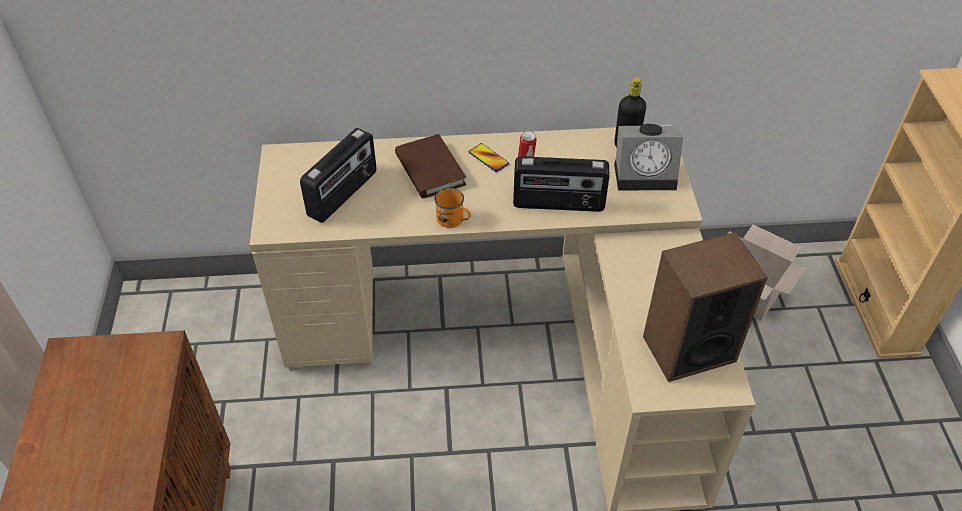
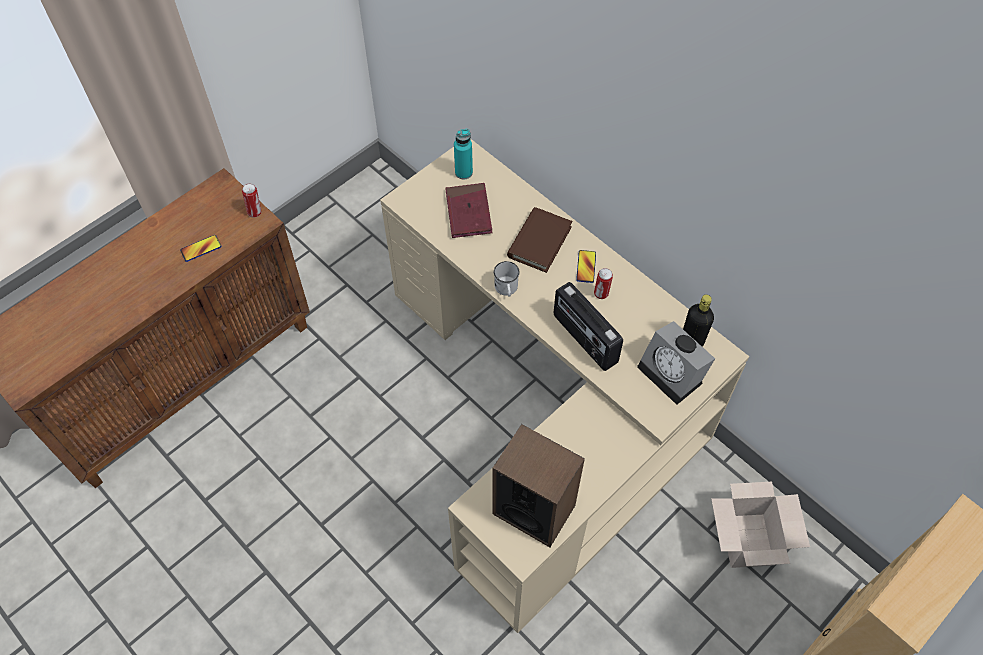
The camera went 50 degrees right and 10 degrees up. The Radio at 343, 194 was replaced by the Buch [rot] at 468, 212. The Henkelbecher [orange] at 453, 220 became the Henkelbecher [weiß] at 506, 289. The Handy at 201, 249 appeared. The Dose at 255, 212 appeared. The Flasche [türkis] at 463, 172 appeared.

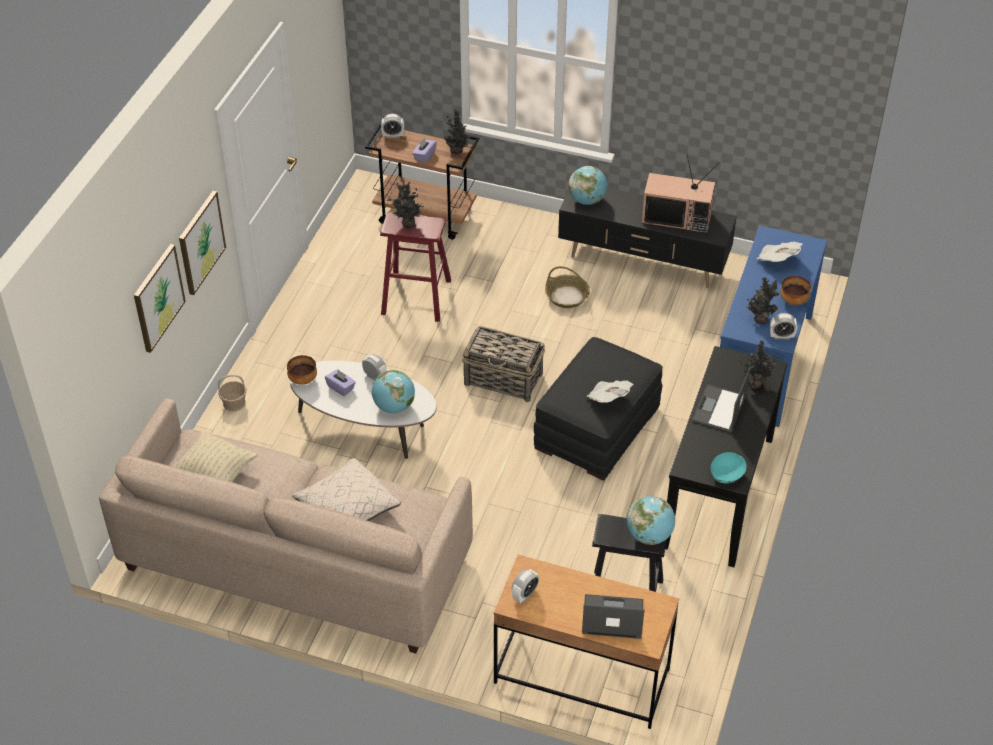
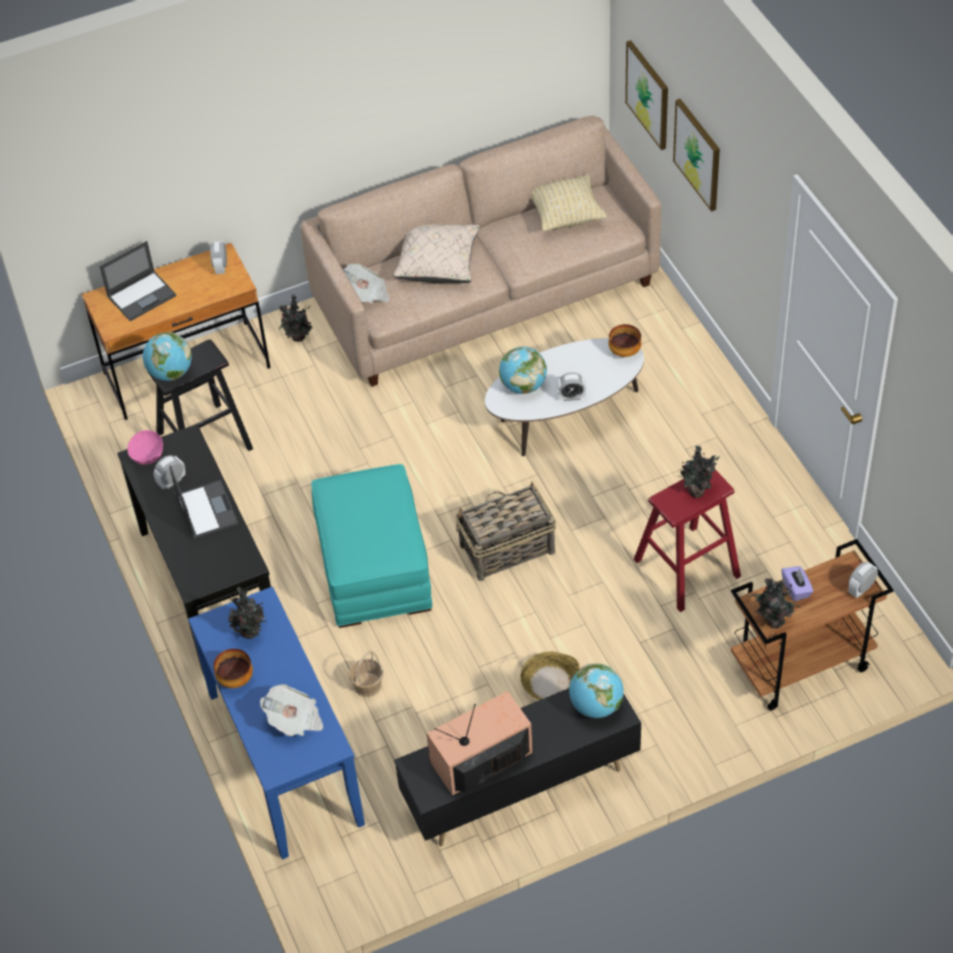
The camera went 140 degrees right and 5 degrees up. The Bild moved from 201, 242 to 648, 94. The Korb moved from 234, 403 to 367, 685. The Taschentuchbox [lila] at 341, 388 disappeared. The Polsterhocker [schwarz] at 597, 428 became the Polsterhocker [türkis] at 373, 566. The Zeitung moved from 609, 398 to 366, 294. The Schüssel [türkis] at 727, 476 became the Schüssel [rosa] at 147, 455. The Topfpflanze moved from 756, 383 to 298, 338. The Wecker moved from 781, 336 to 172, 482.

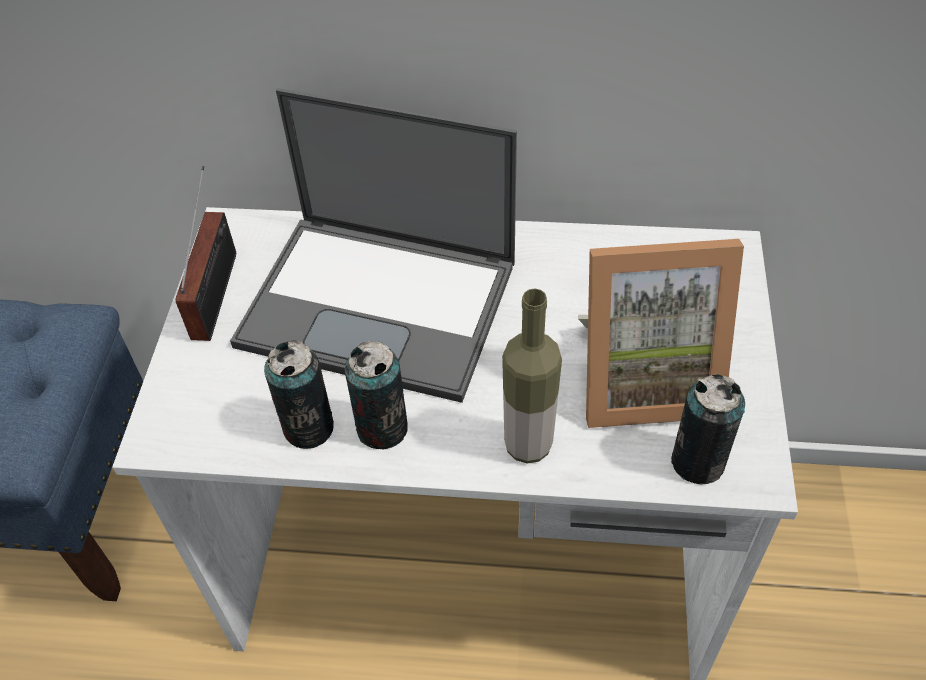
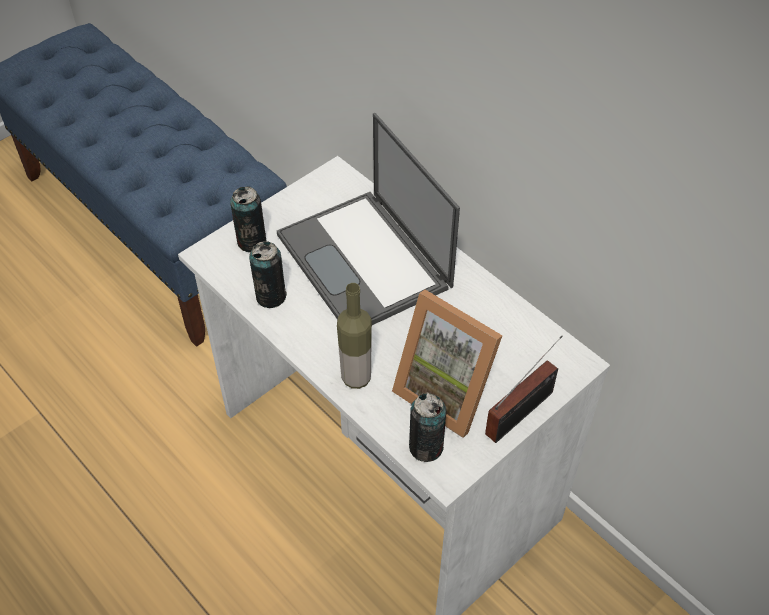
The camera went 40 degrees right and 0 degrees up. The Radio moved from 217, 290 to 523, 411. The Dose moved from 382, 428 to 251, 242.

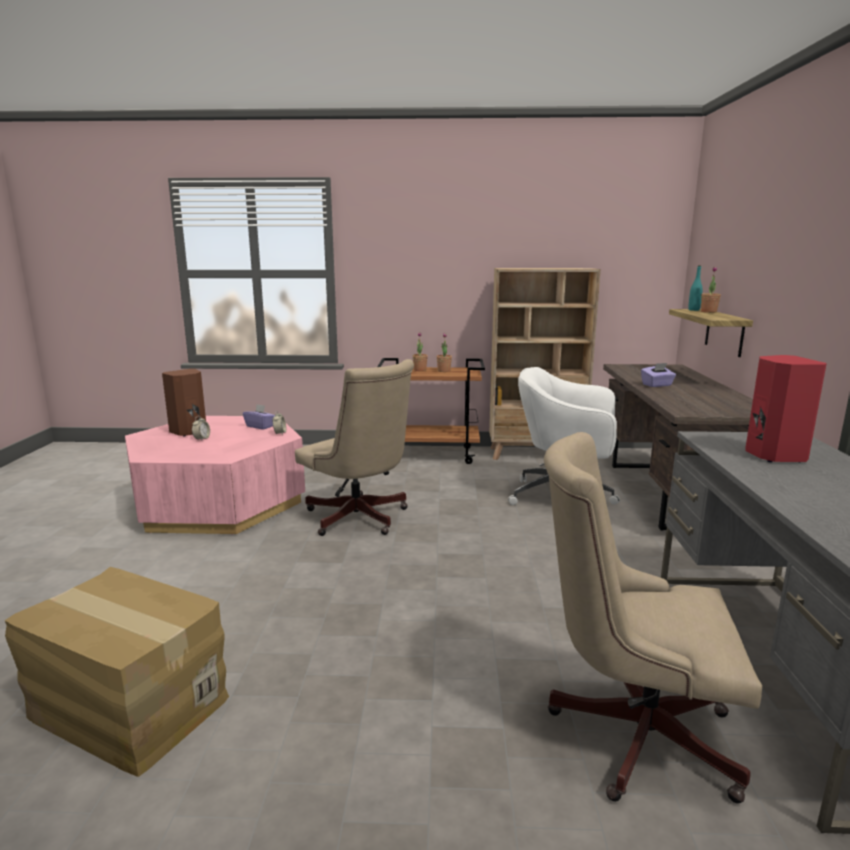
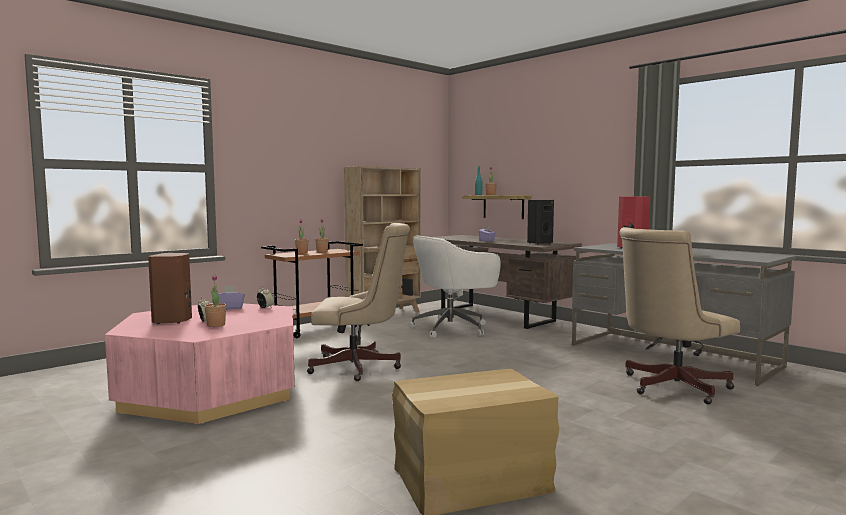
The camera went 45 degrees left and 10 degrees down. The Topfpflanze at 216, 325 appeared. The Lautsprecher [schwarz] at 539, 243 appeared.

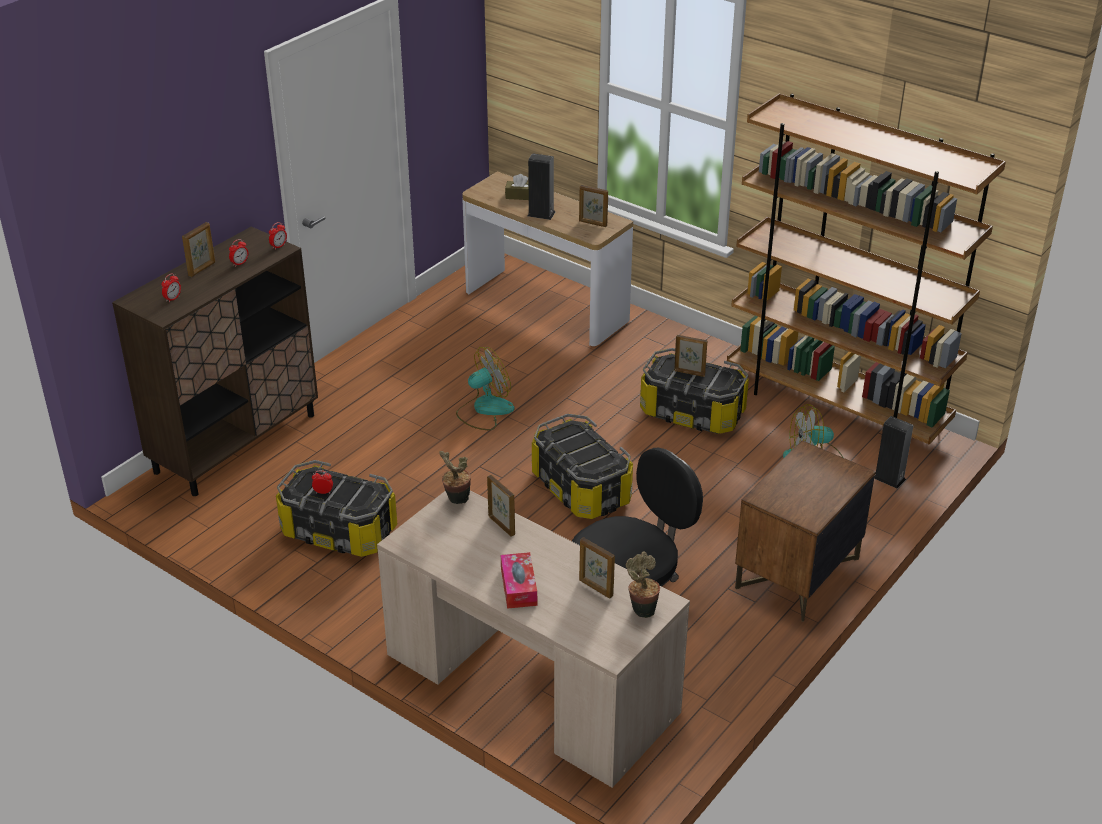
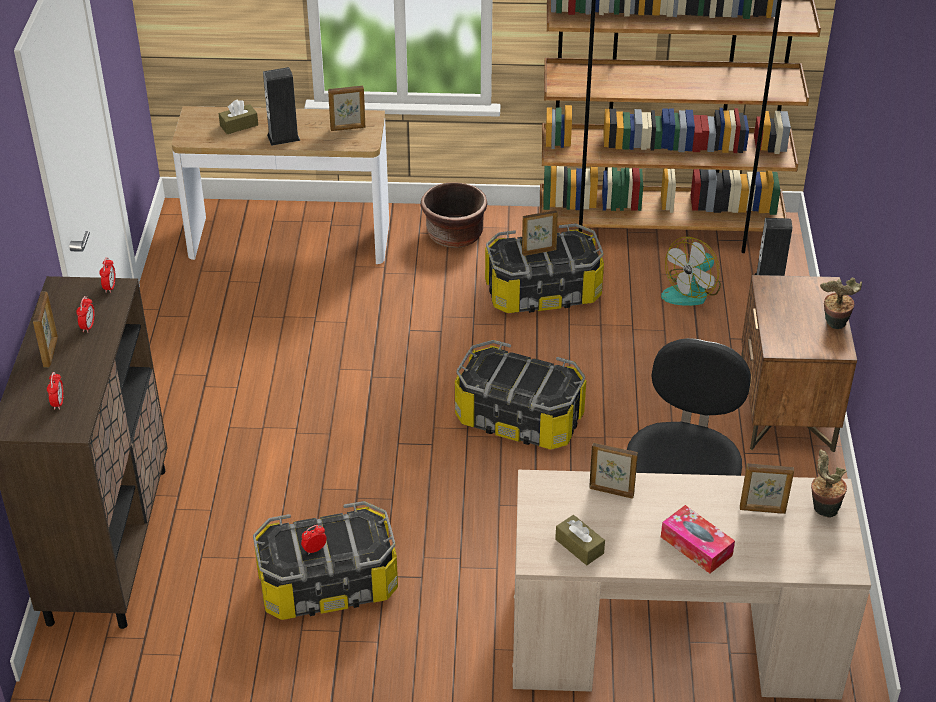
The camera went 35 degrees left and 5 degrees up. The Topfpflanze moved from 456, 499 to 834, 325. The Ventilator at 484, 410 disappeared. The Pflanzkübel [braun] at 454, 235 appeared. The Taschentuchbox [braun] at 579, 546 appeared.

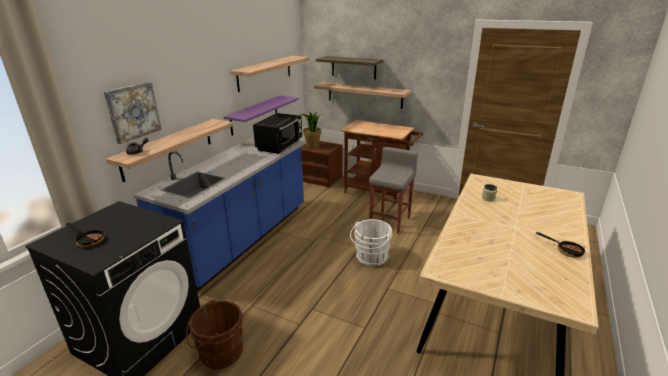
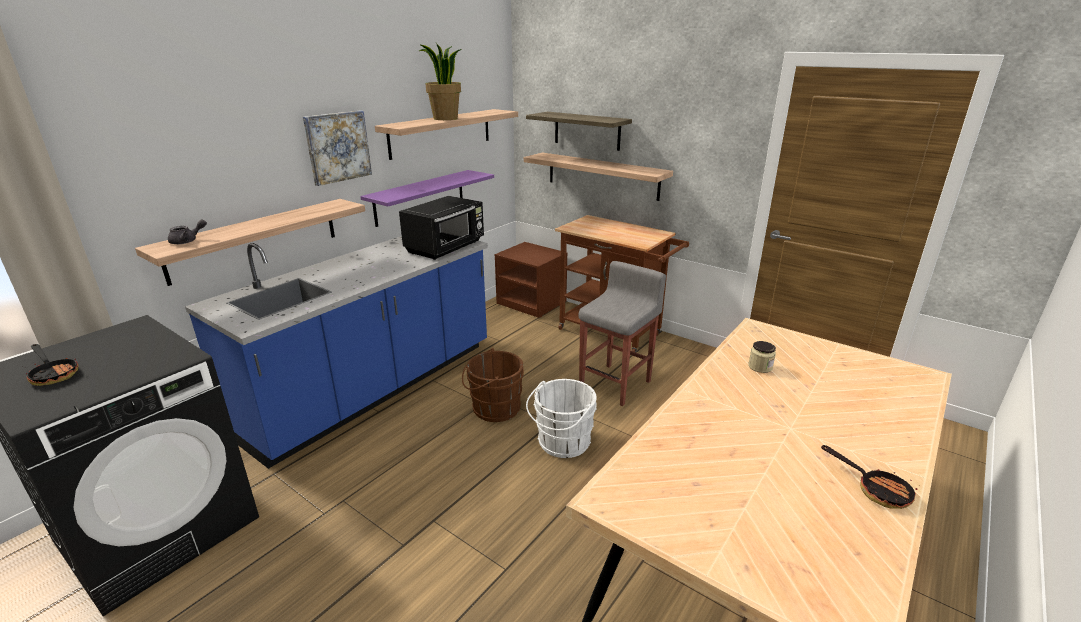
The camera went 10 degrees right and 0 degrees up. The Bild moved from 133, 111 to 337, 147. The Eimer [braun] moved from 218, 353 to 493, 408. The Topfpflanze moved from 312, 146 to 445, 118.

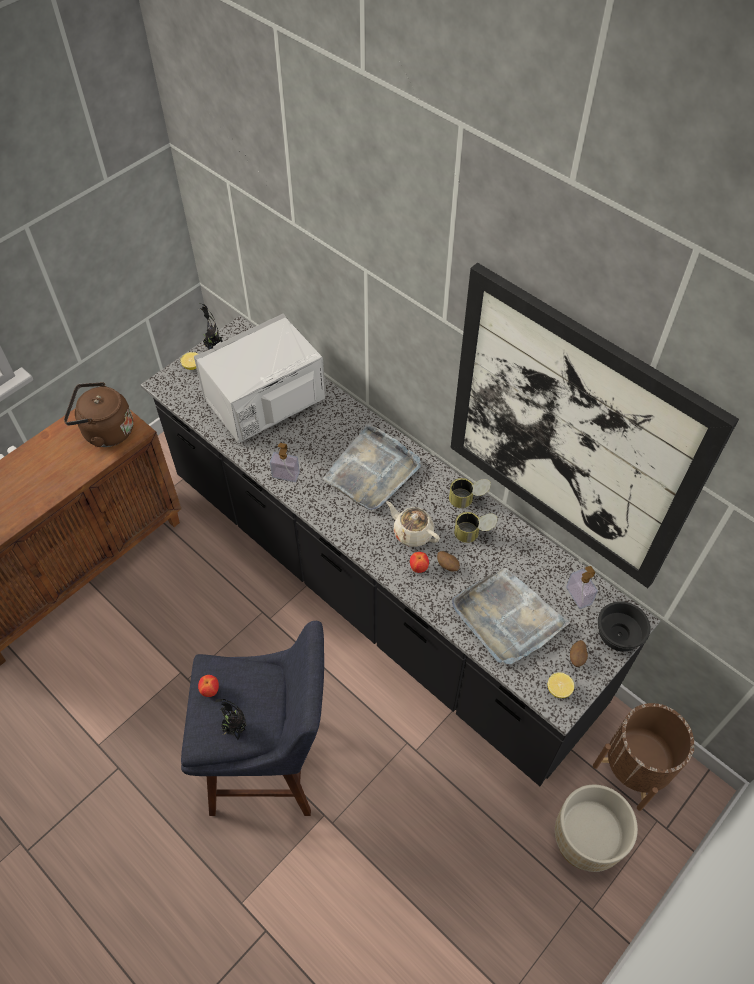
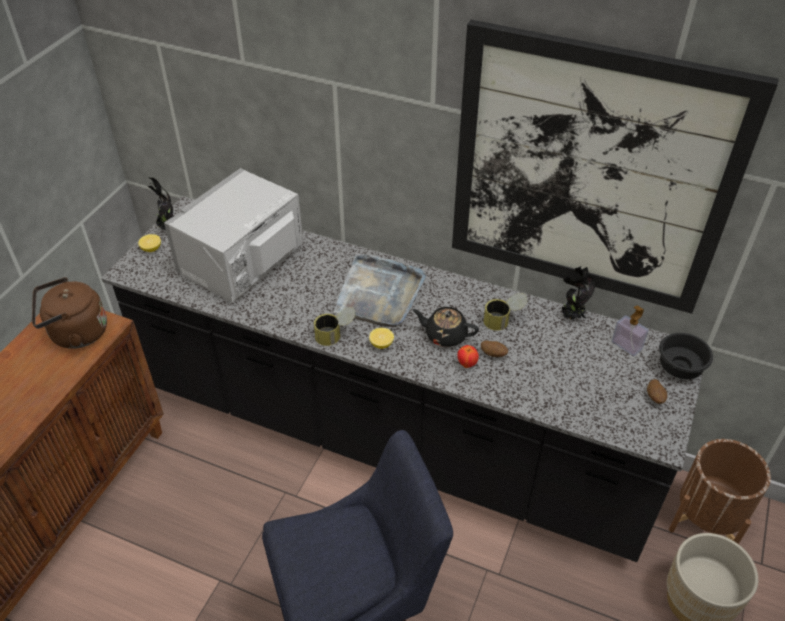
The camera went 20 degrees left and 10 degrees down. The Apfel at 210, 690 disappeared. The Topfpflanze moved from 234, 728 to 571, 317. The Seifenspender at 286, 475 disappeared. The Teekanne [beige] at 412, 532 became the Teekanne [schwarz] at 445, 335. The Dose moved from 468, 499 to 335, 335. The Tablett [grau] at 507, 618 disappeared. The Zitrone moved from 558, 689 to 381, 344.

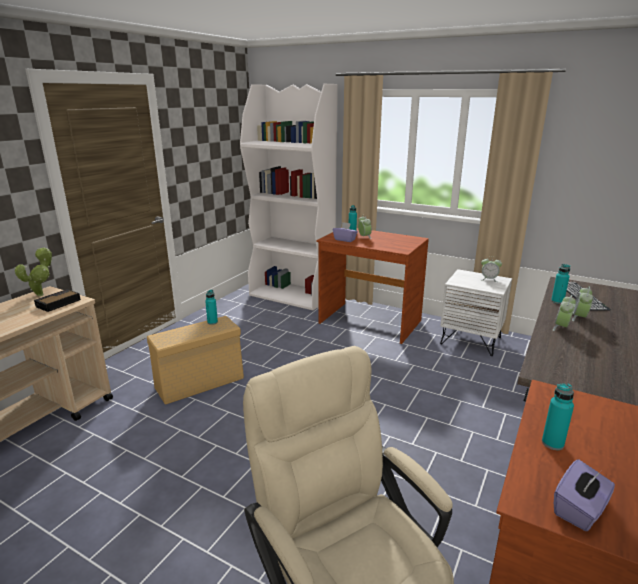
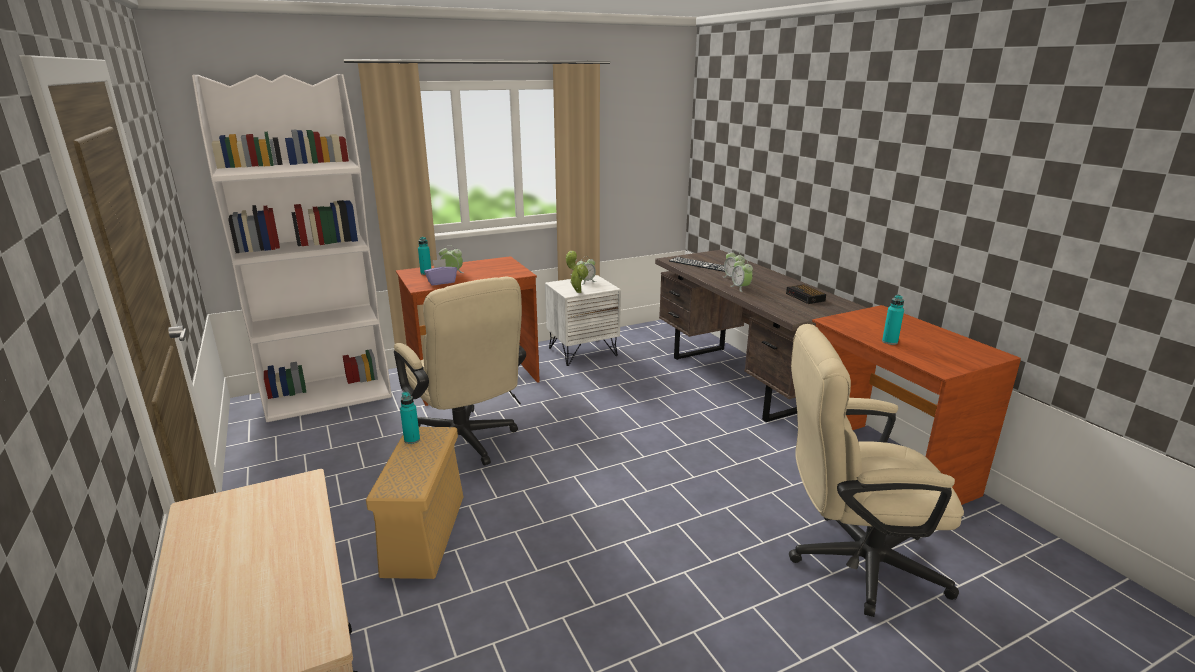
The camera went 55 degrees left and 0 degrees up. The Topfpflanze moved from 42, 294 to 577, 291. The Wecker moved from 57, 303 to 806, 297. The Flasche [türkis] at 557, 301 disappeared. The Taschentuchbox [lila] at 579, 510 disappeared. The Bürostuhl [beige] at 466, 444 appeared.

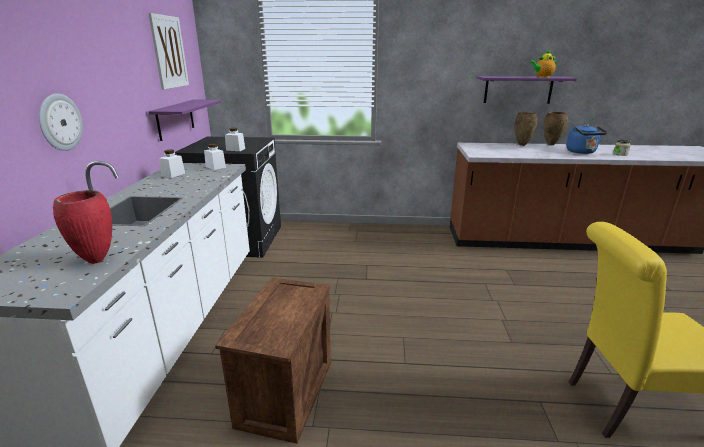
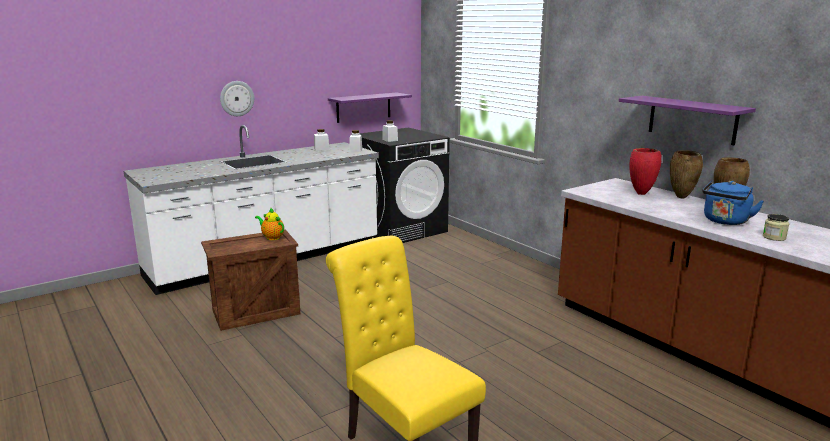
The camera went 50 degrees right and 5 degrees down. The Vase [rot] moved from 96, 261 to 641, 194. The Bild at 169, 52 disappeared. The Teekanne moved from 542, 77 to 272, 237.

